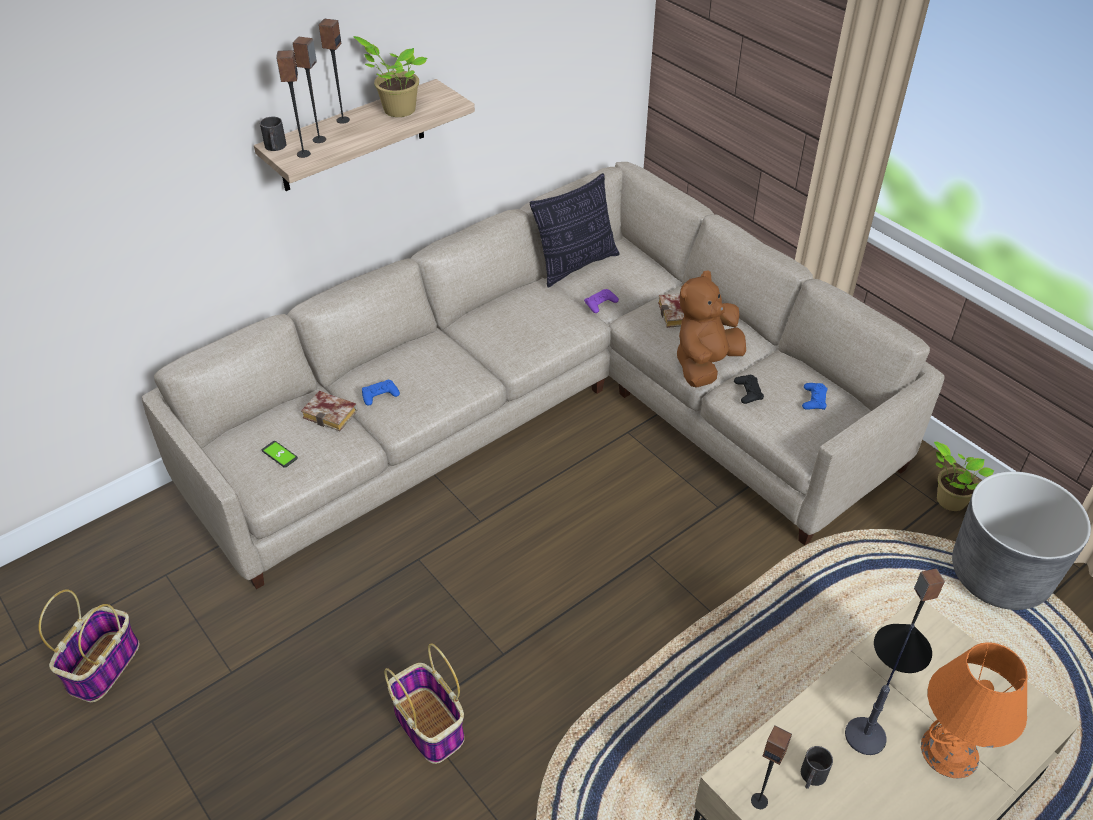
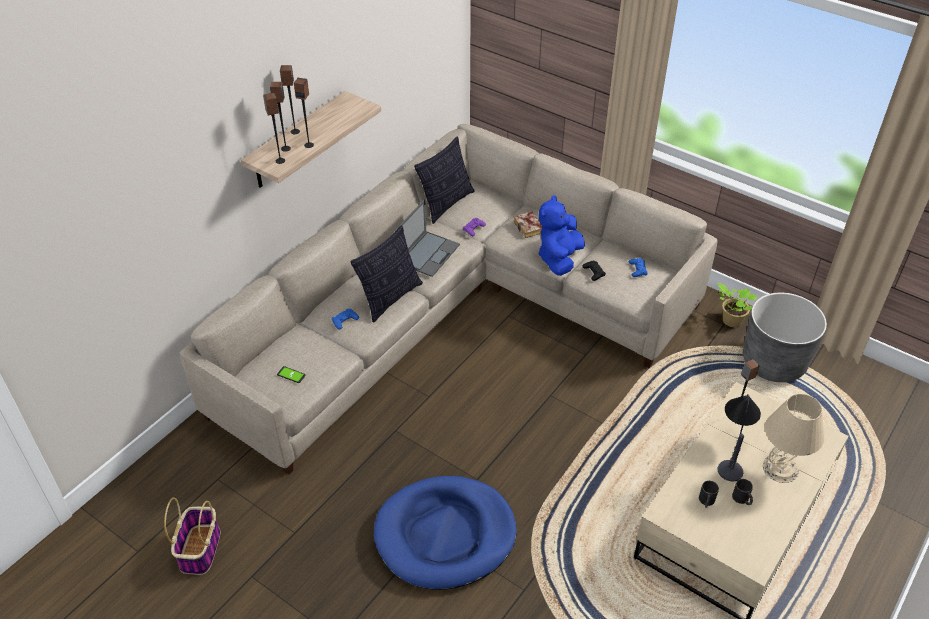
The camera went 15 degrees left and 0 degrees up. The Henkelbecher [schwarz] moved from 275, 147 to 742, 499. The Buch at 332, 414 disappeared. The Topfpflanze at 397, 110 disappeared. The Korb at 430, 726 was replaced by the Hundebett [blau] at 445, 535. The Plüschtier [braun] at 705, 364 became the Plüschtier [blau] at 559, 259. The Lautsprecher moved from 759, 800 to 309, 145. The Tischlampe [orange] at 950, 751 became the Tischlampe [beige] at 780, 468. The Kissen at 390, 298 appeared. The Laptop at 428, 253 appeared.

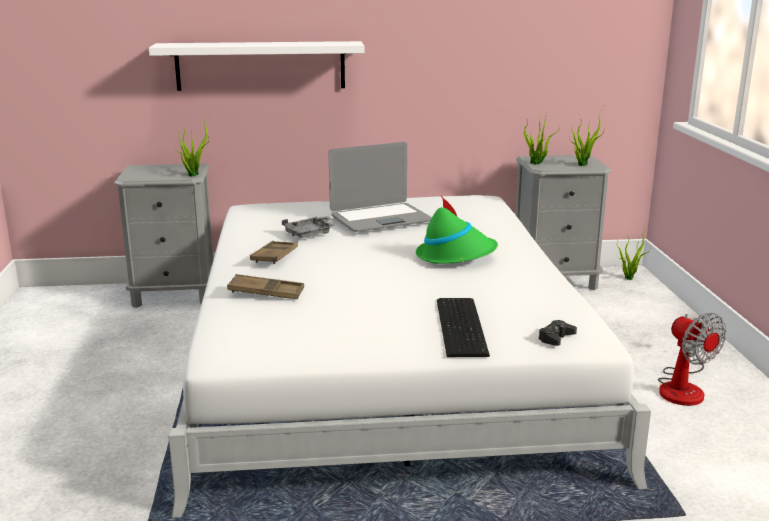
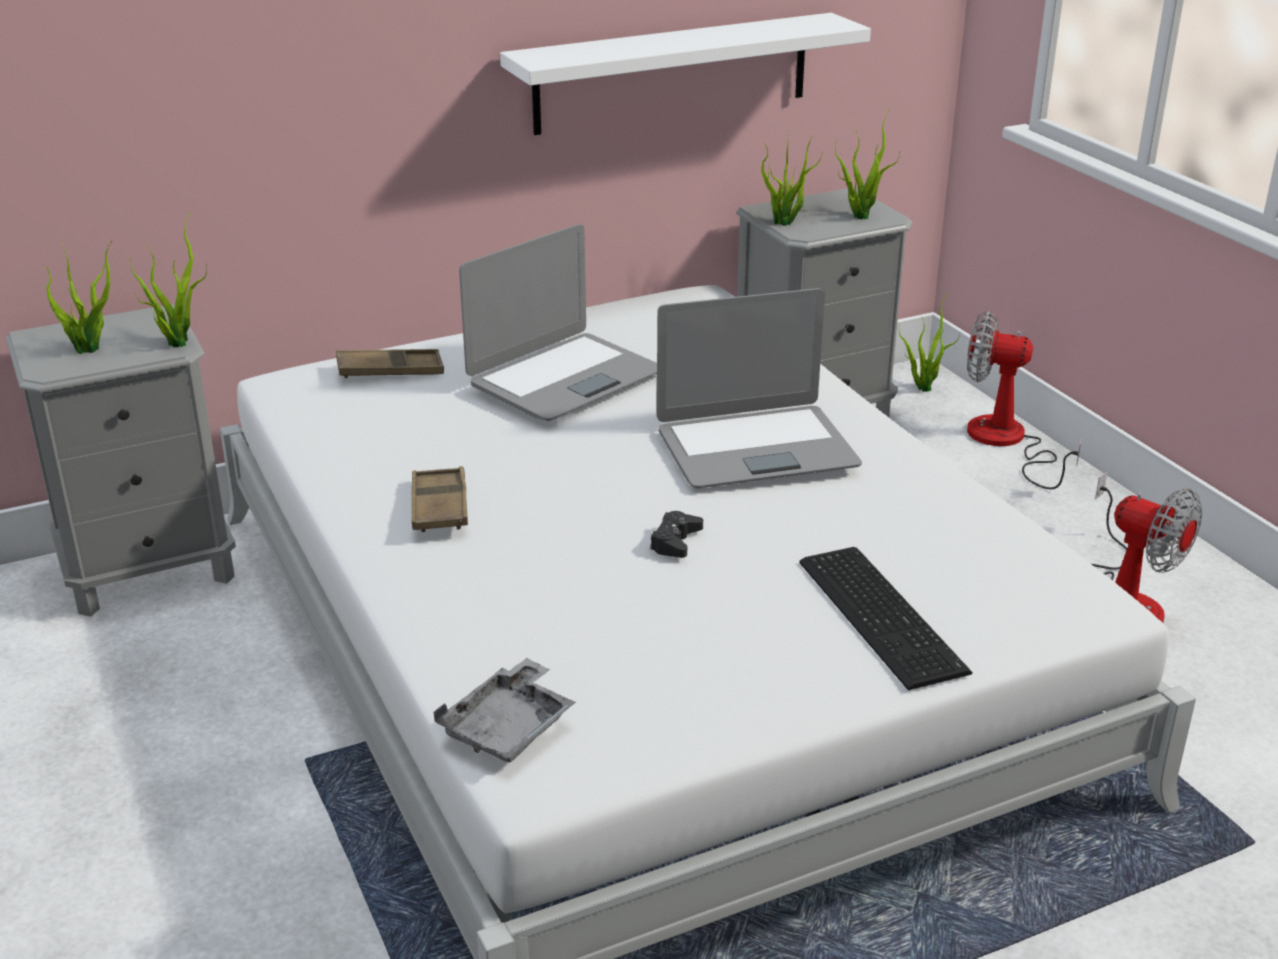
The camera went 20 degrees left and 10 degrees up. The Wandregal [weiß] moved from 260, 65 to 672, 73. The Tablett [braun] moved from 266, 292 to 390, 371. The Tablett [grau] moved from 310, 234 to 509, 728. The Hut [grün] at 455, 255 was replaced by the Laptop at 756, 448. The Gamepad [schwarz] moved from 556, 338 to 675, 541. The Topfpflanze at 91, 349 appeared. The Ventilator at 1006, 443 appeared.

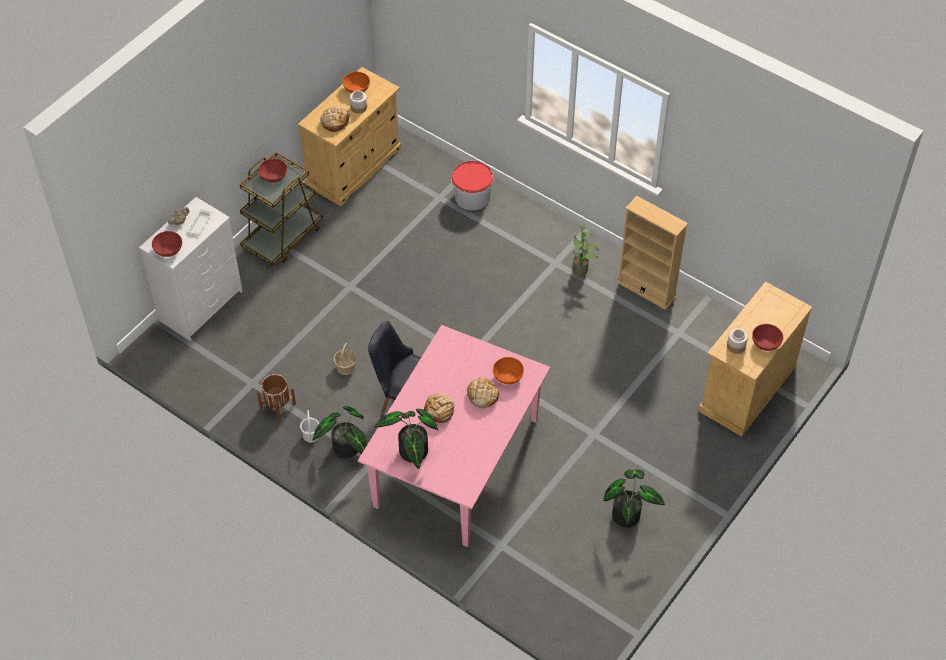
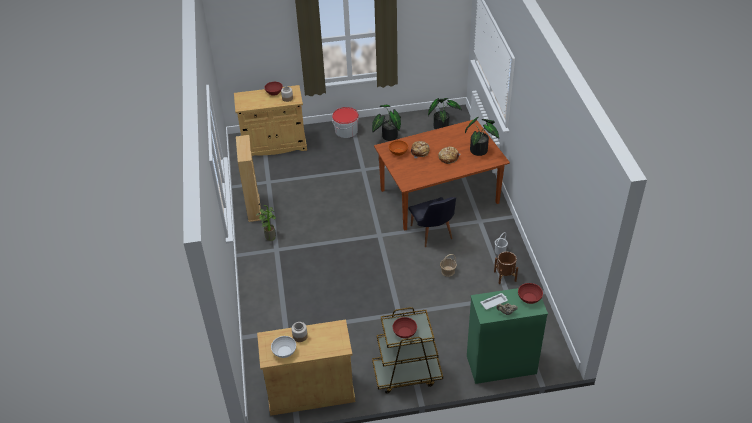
The camera went 135 degrees left and 10 degrees down. The Kommode [weiß] at 201, 305 became the Kommode [grün] at 500, 365. The Topfpflanze moved from 346, 450 to 442, 126. The Brot at 335, 122 disappeared. The Schüssel [orange] at 357, 88 became the Schüssel [weiß] at 284, 352. The Esstisch [rosa] at 456, 461 became the Esstisch [braun] at 439, 197. The Eimer moved from 472, 197 to 346, 130.

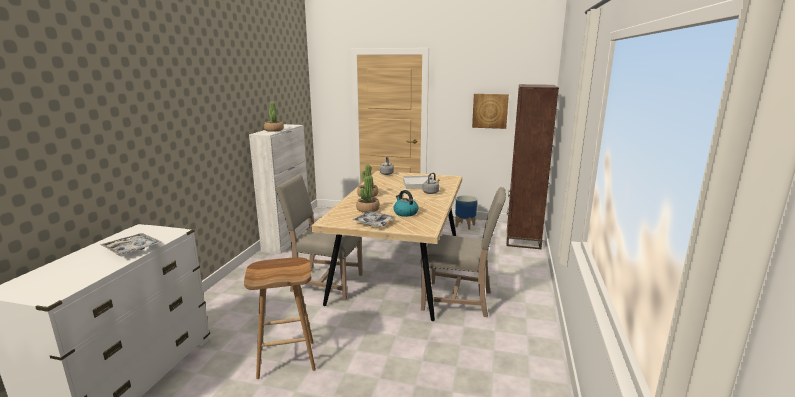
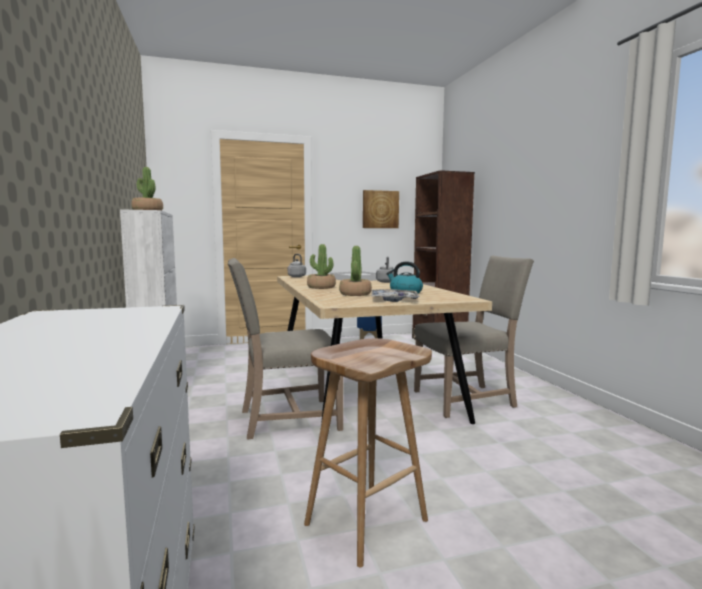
The camera went 30 degrees left and 10 degrees down. The Tablett at 132, 249 disappeared.

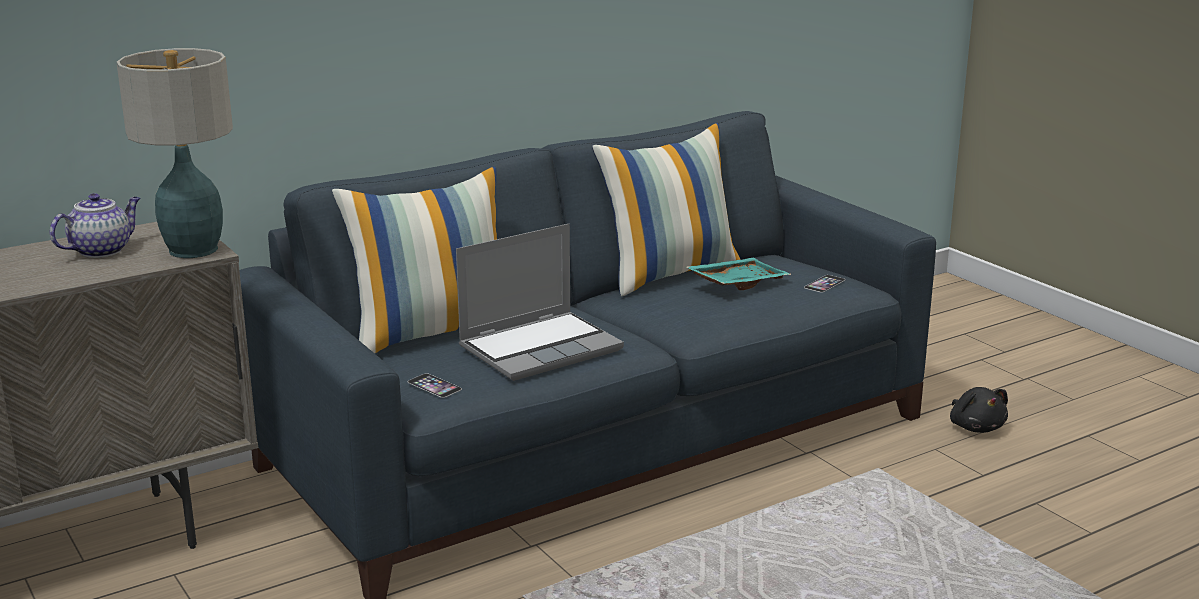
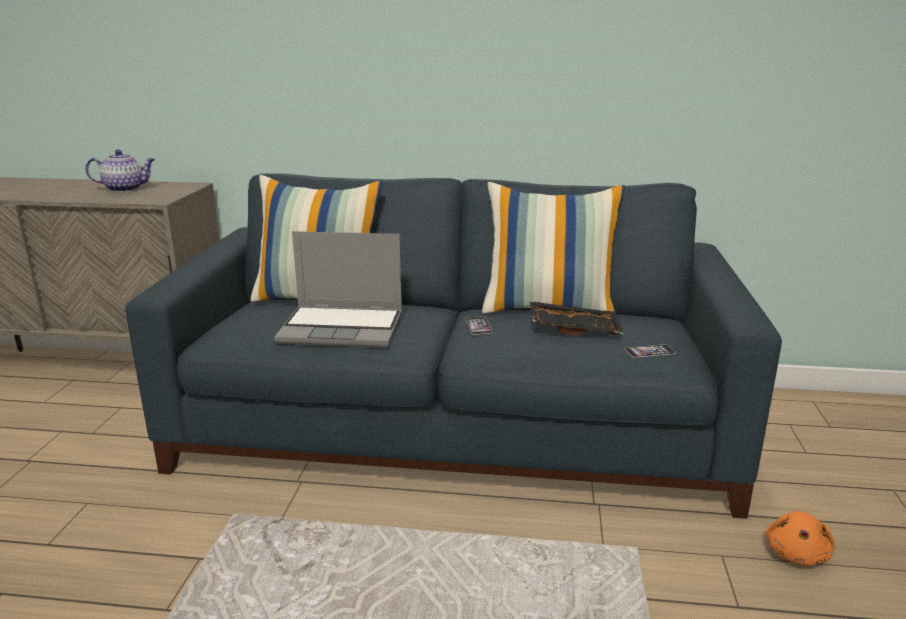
The camera went 40 degrees right and 0 degrees up. The Tischlampe at 194, 250 disappeared. The Handy moved from 434, 385 to 478, 325. The Tablett [türkis] at 736, 283 became the Tablett [schwarz] at 574, 328. The Plüschtier [schwarz] at 976, 427 became the Plüschtier [orange] at 796, 553.

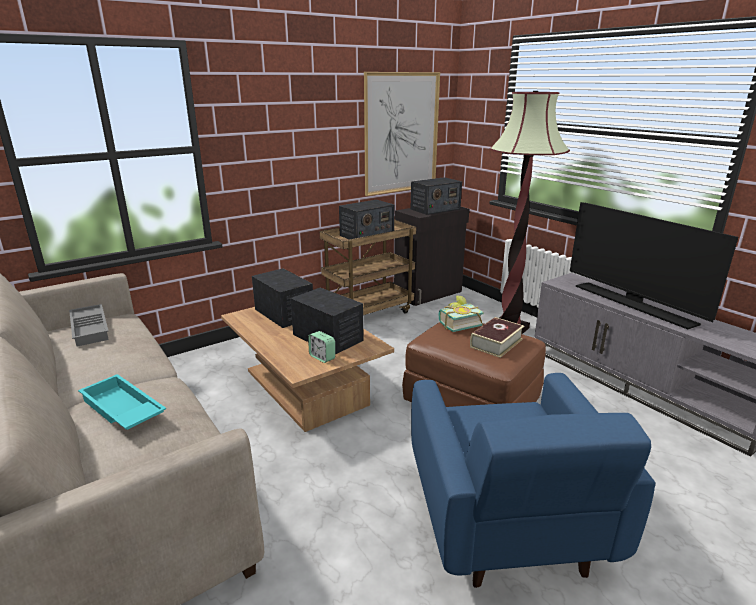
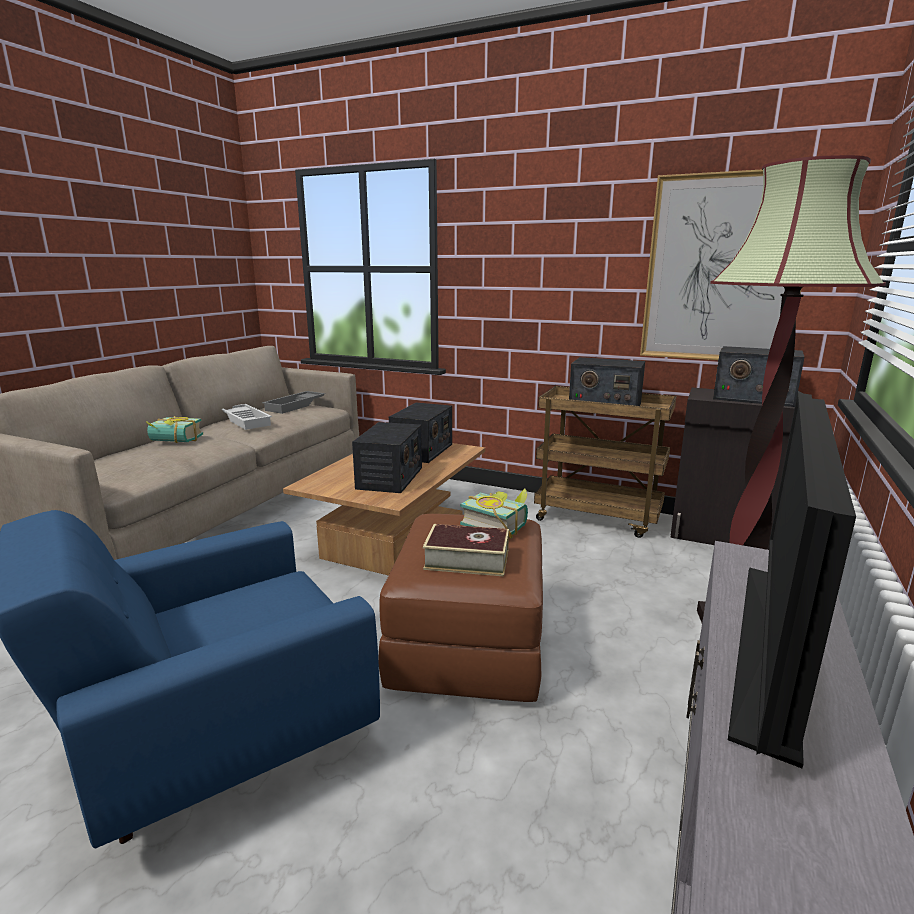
The camera went 60 degrees right and 5 degrees down. The Tablett [türkis] at 121, 410 was replaced by the Buch at 174, 441. The Wecker at 322, 357 disappeared. The Tablett [weiß] at 247, 420 appeared.

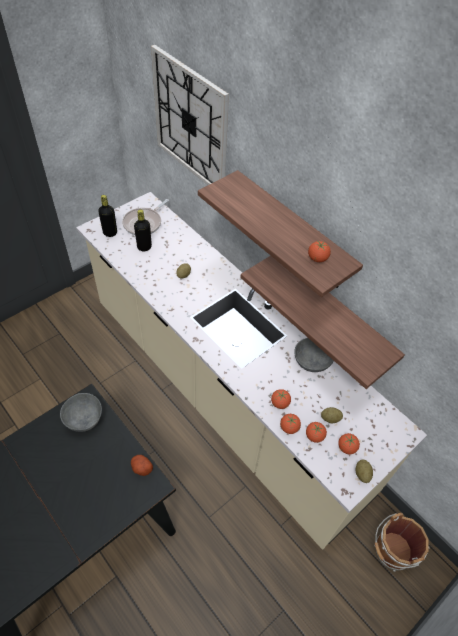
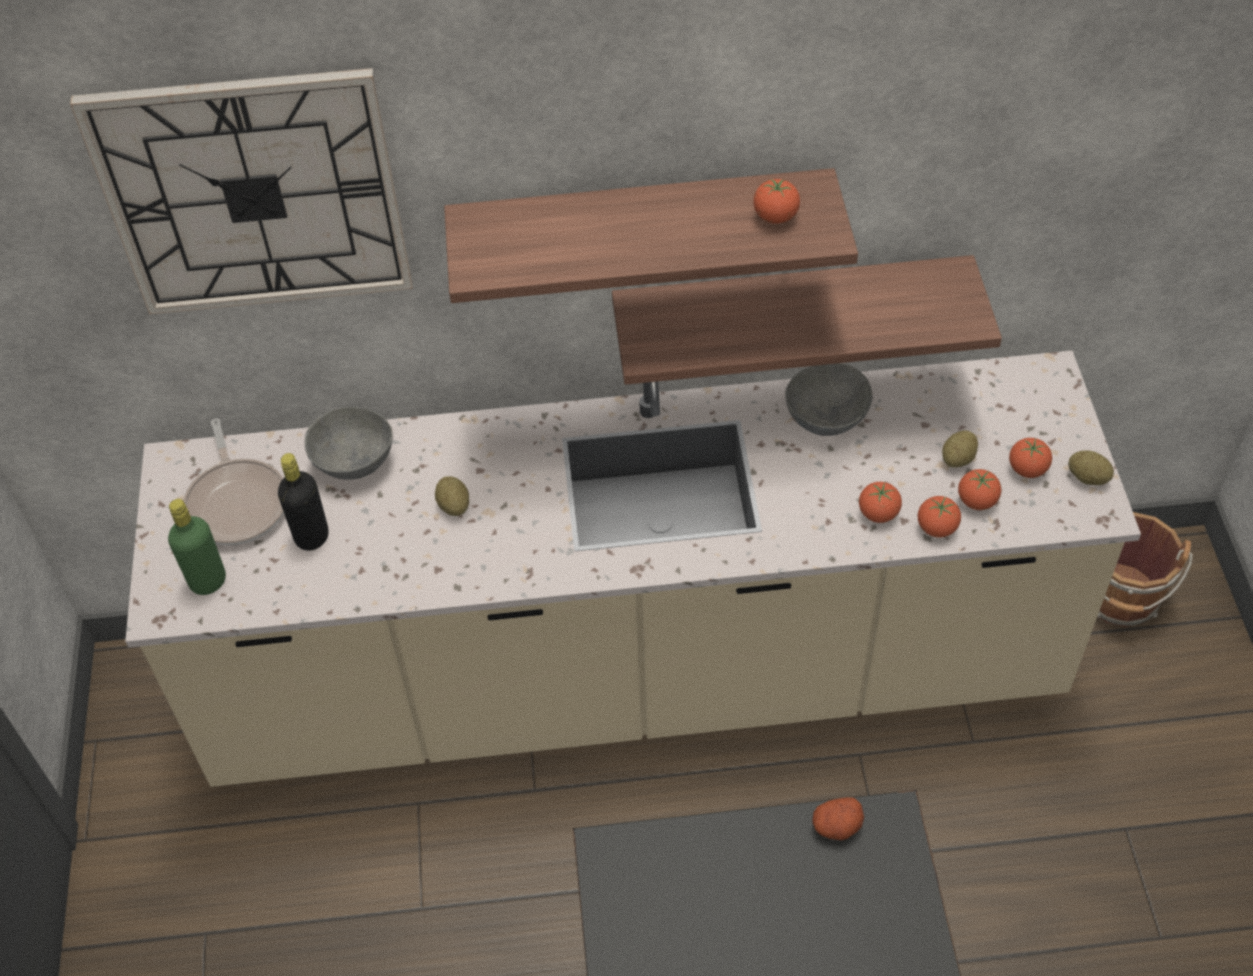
The camera went 50 degrees left and 0 degrees up. The Schüssel [grau] moved from 84, 420 to 355, 464. The Flasche [schwarz] at 110, 233 became the Flasche [grün] at 208, 581.

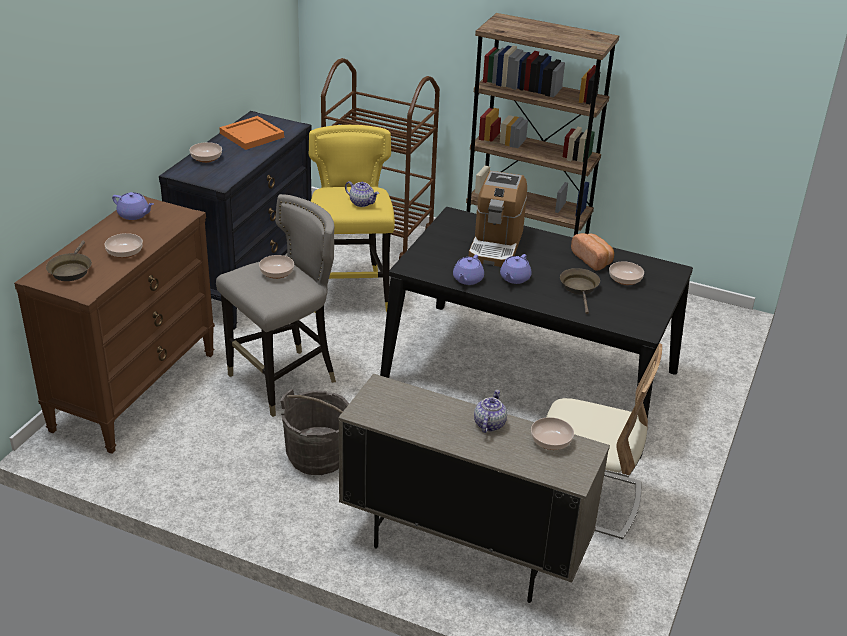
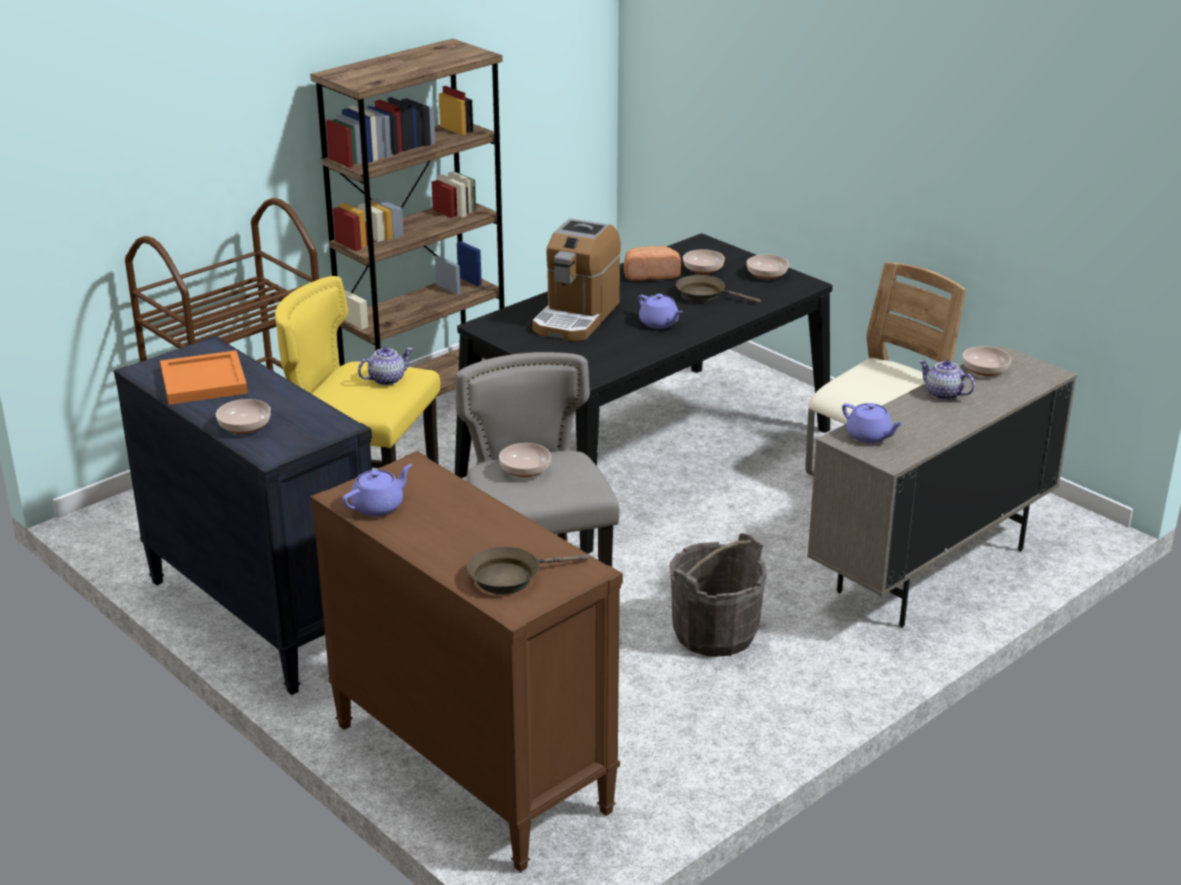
The camera went 65 degrees left and 5 degrees down. The Pfanne [braun] at 70, 270 turned 135 degrees clockwise. The Schüssel moved from 124, 252 to 766, 275. The Teekanne [lila] moved from 467, 279 to 869, 436. The Kaffeemaschine at 496, 245 turned 75 degrees clockwise.

